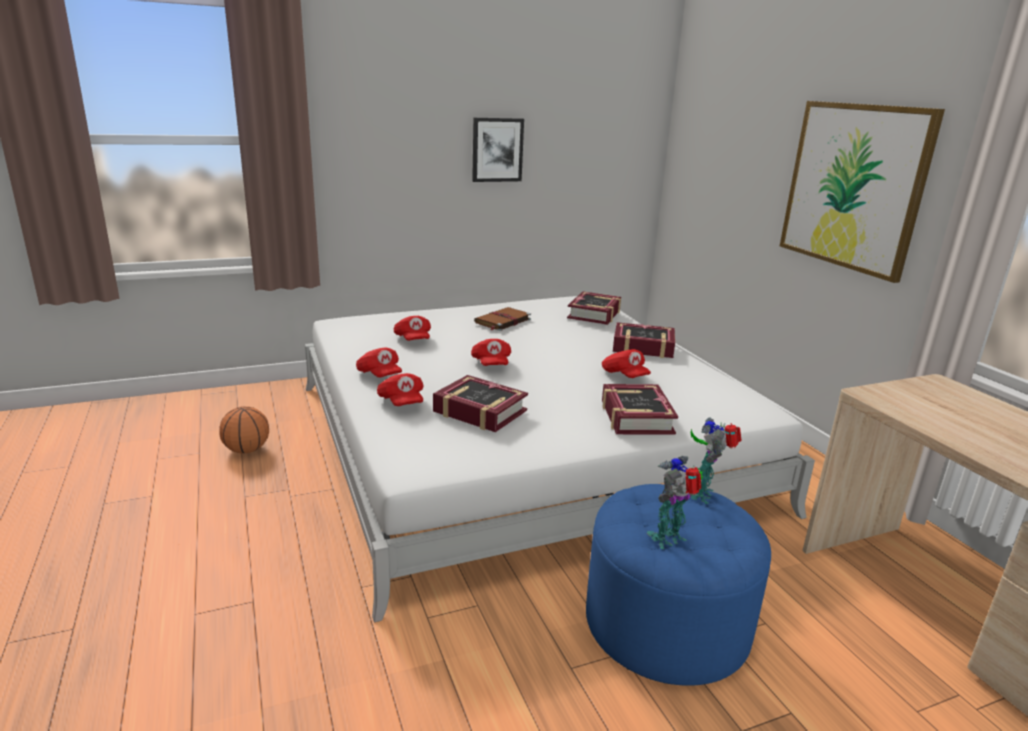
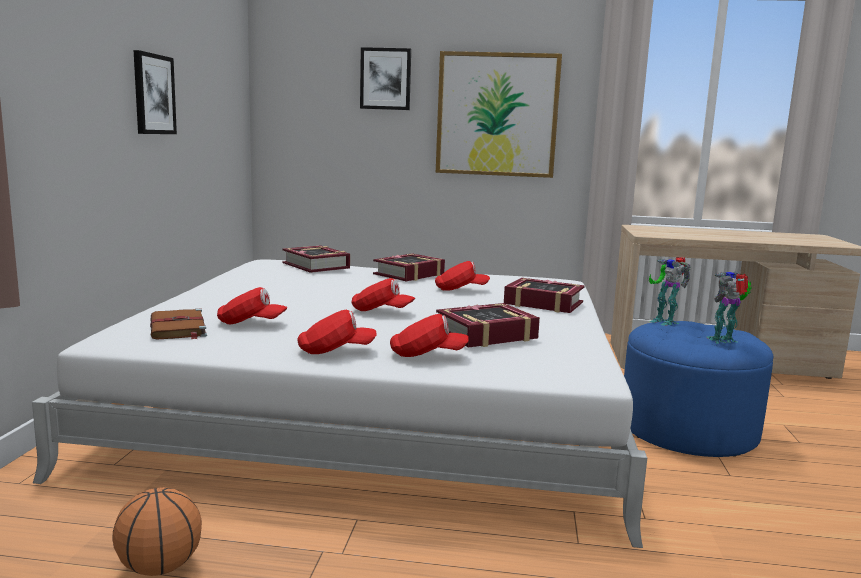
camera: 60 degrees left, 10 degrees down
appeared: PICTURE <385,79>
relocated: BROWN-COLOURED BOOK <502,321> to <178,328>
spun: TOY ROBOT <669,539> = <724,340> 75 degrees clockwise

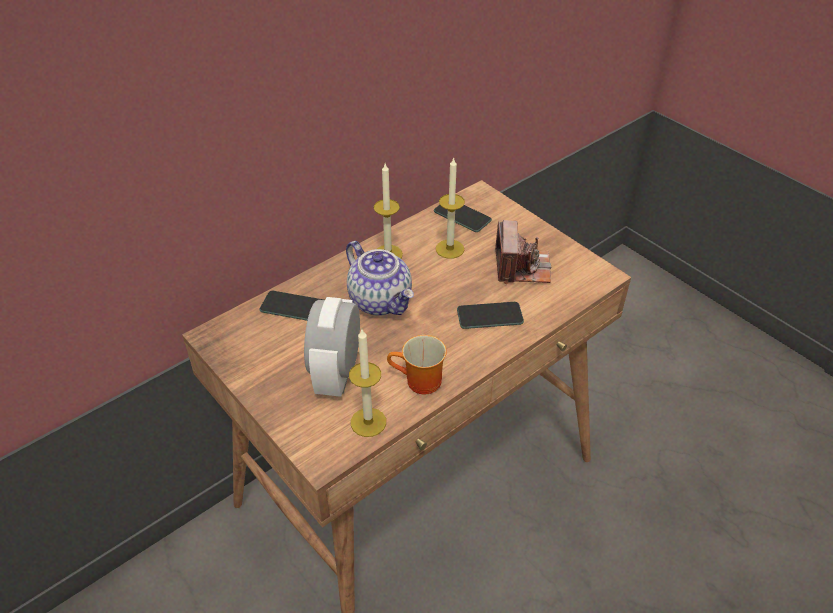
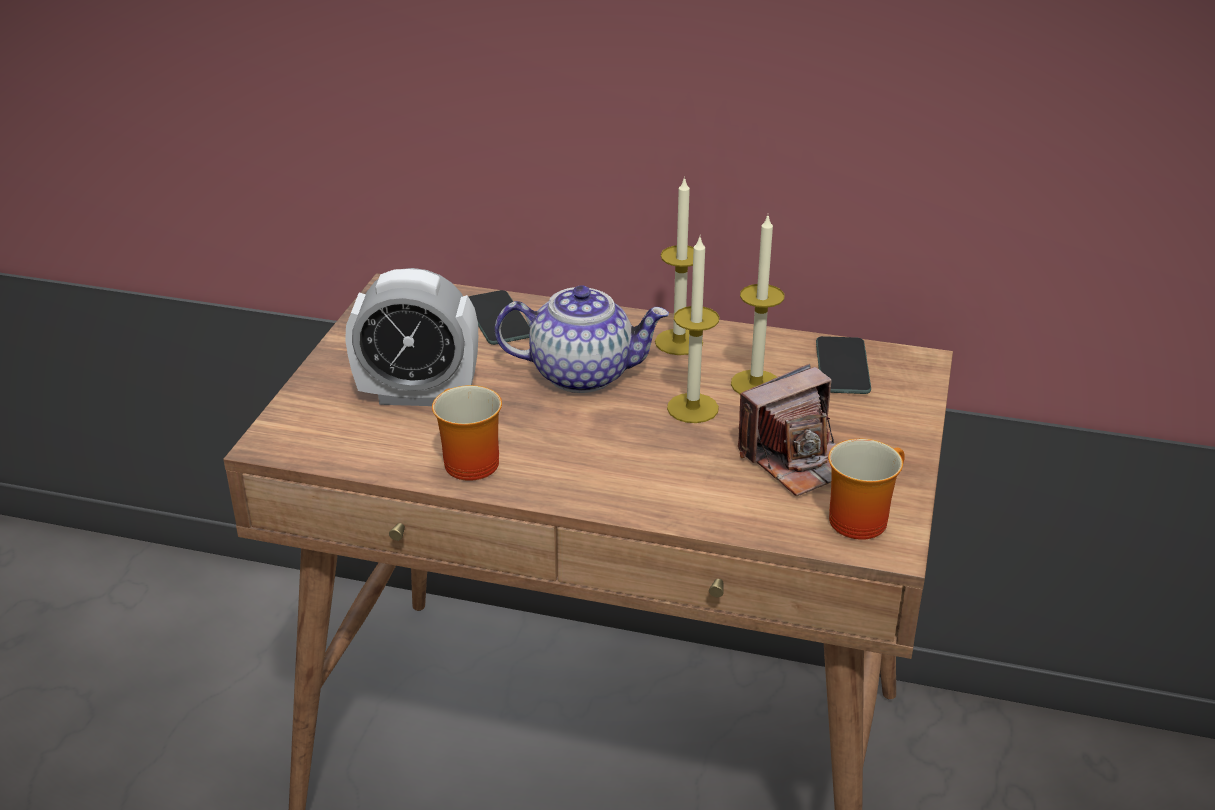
camera: 55 degrees right, 10 degrees down
missing: HANDSET <489,316>
appeared: MUG <859,516>
relocated: WAX CANDLE <368,422> to <692,408>
spun: ALARM CLOCK <337,373> = <418,395> 150 degrees counterclockwise; POT FOR TEA <381,301> = <583,373> 105 degrees counterclockwise

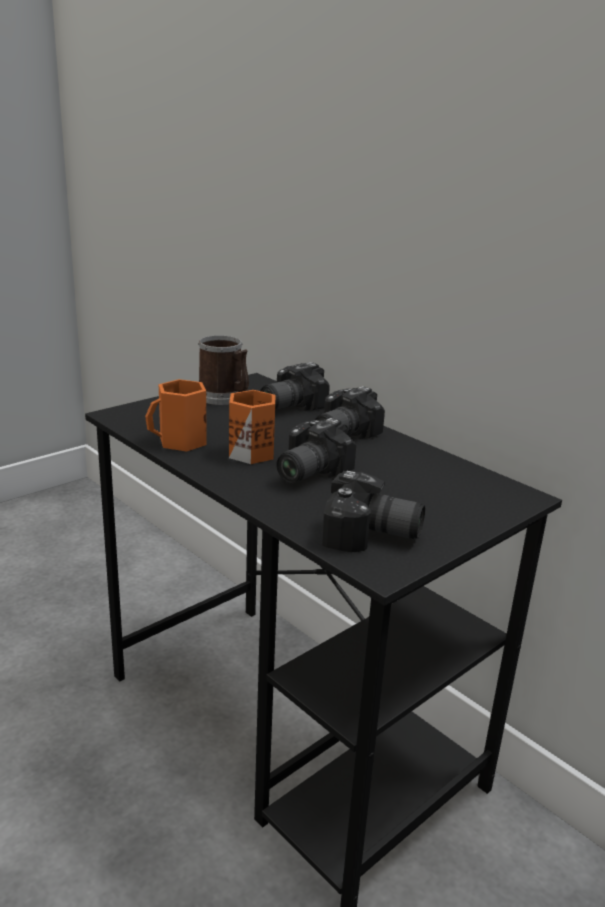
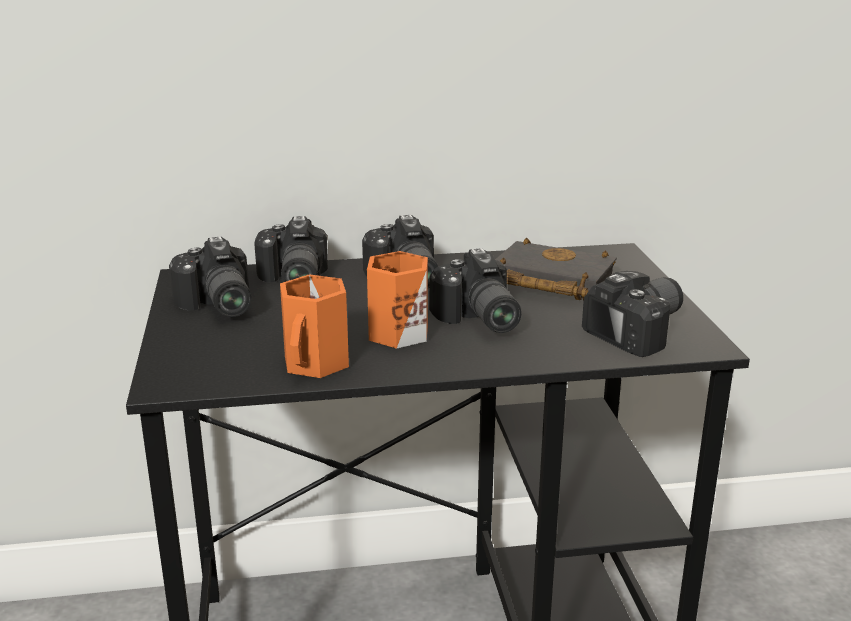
camera: 55 degrees left, 0 degrees up
appeared: BLACK BOOK <548,281>
exchanged: MUG <224,397> to PHOTO CAMERA <216,306>

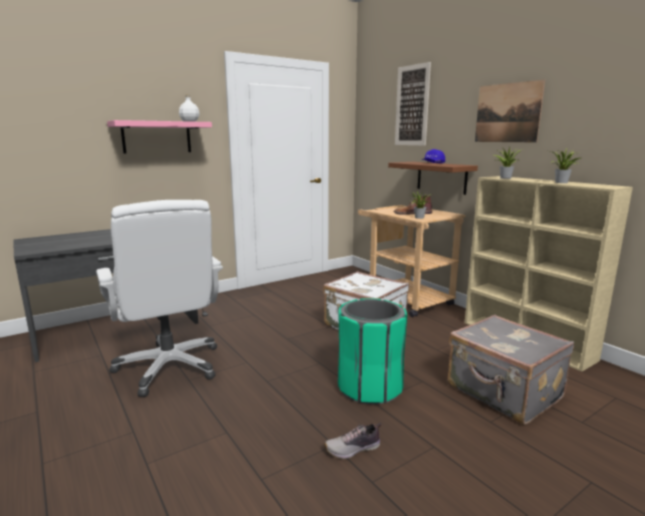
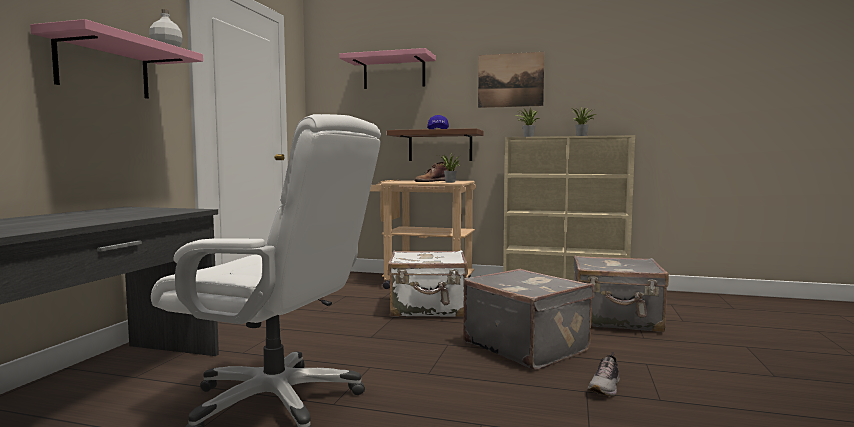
camera: 40 degrees left, 10 degrees down
exchanged: GREEN WASTE BIN <369,387> to GREY PIECE OF LUGGAGE <526,346>; PICTURE <412,105> to PINKISH WALL SHELF <394,73>

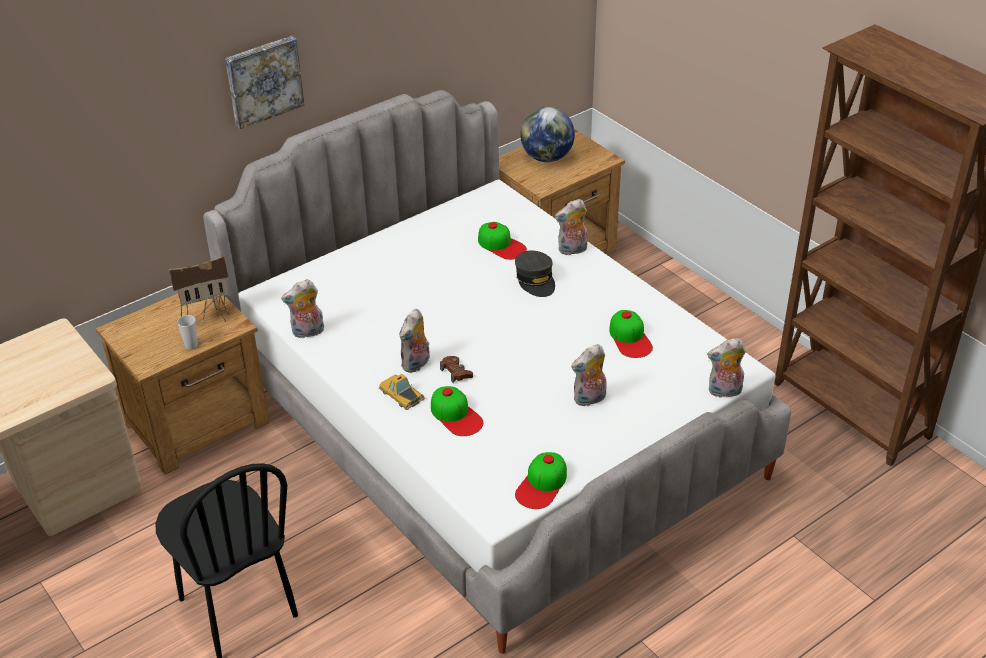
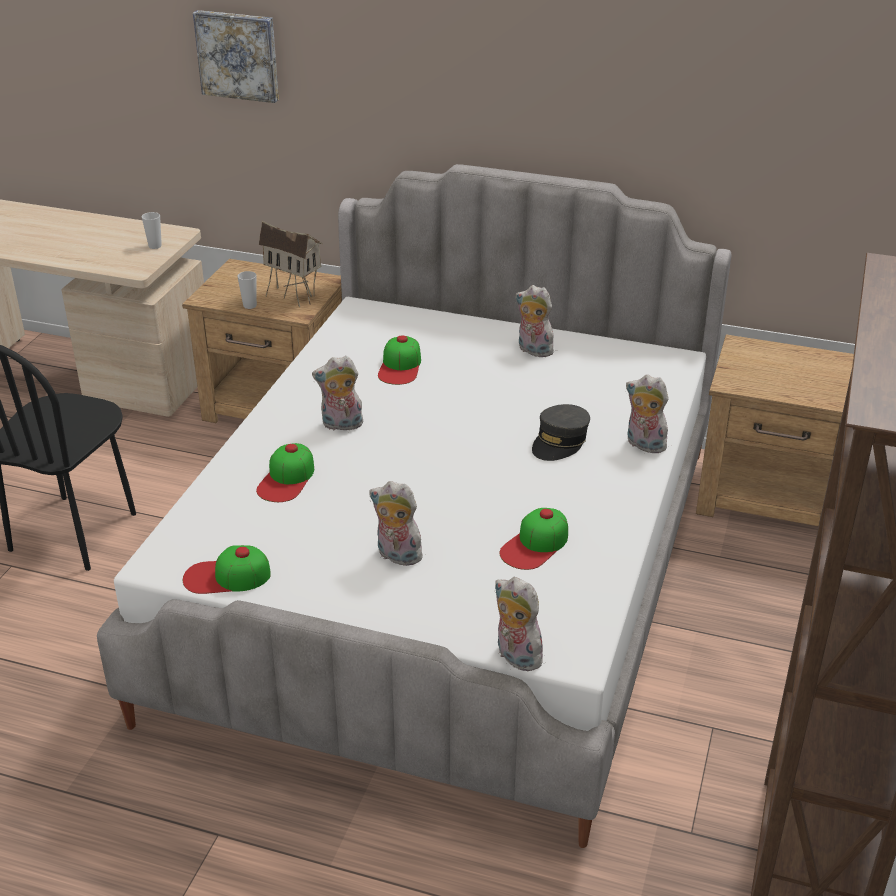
camera: 55 degrees right, 5 degrees down
missing: MINIATURE CAR <401,394>; BROWN-COLOURED JOYPAD <456,372>; WORLD GLOBE <547,158>
appeared: CUP <155,246>
relocated: PICTURE <263,80> to <238,55>; PLUSH TOY <307,332> to <533,350>; CAP <501,245> to <400,366>

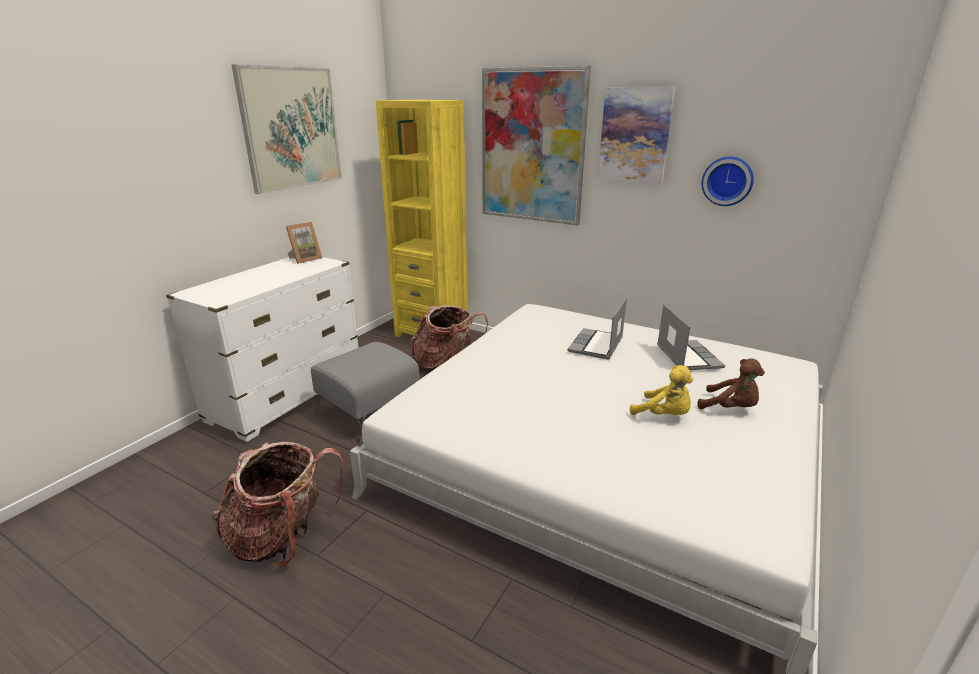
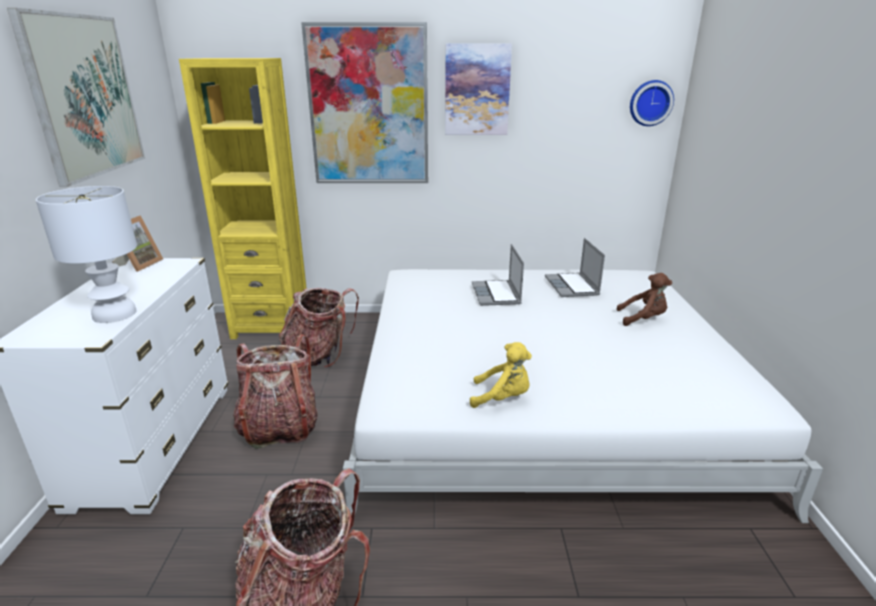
camera: 30 degrees left, 0 degrees up
appeared: WHITISH LAMP FOR A TABLE <114,314>
relocated: YELLOW-COLOURED PLUSH TOY <664,415> to <502,398>; WALL CLOCK <727,181> to <650,103>
exchanged: GREY OTTOMAN <370,412> to RUCKSACK <279,427>
spun: PORTABLE COMPUTER <687,356> = <572,286> 150 degrees counterclockwise

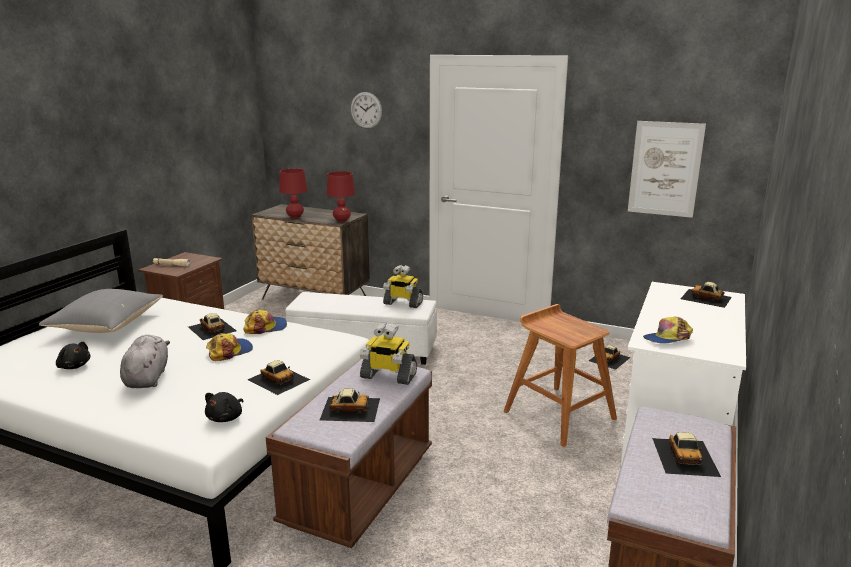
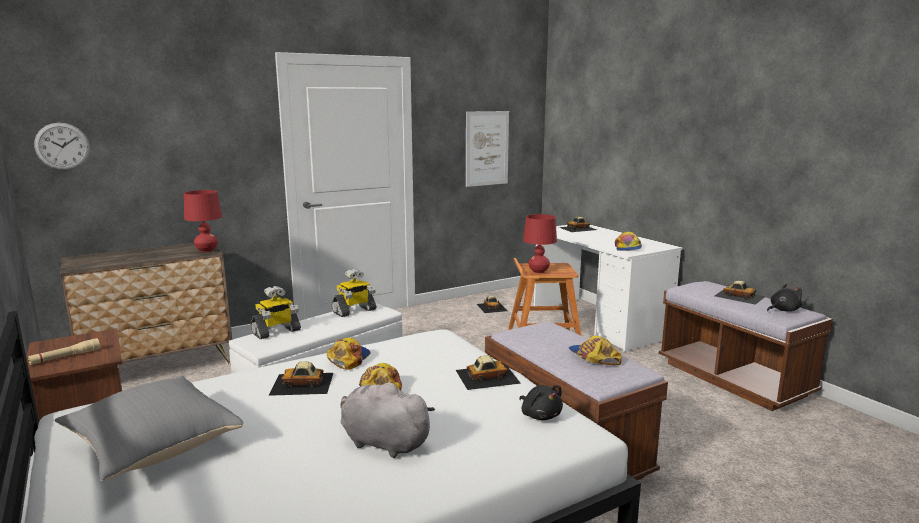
camera: 55 degrees left, 5 degrees down
relocated: BLACK PLUSH TOY <74,366> to <783,310>; RED-COLOURED LAMP FOR A TABLE <295,216> to <538,271>; WALL CLOCK <366,110> to <62,146>; TOY ROBOT <388,376> to <276,332>
exchanged: MINIATURE CAR <350,408> to CAP <593,357>

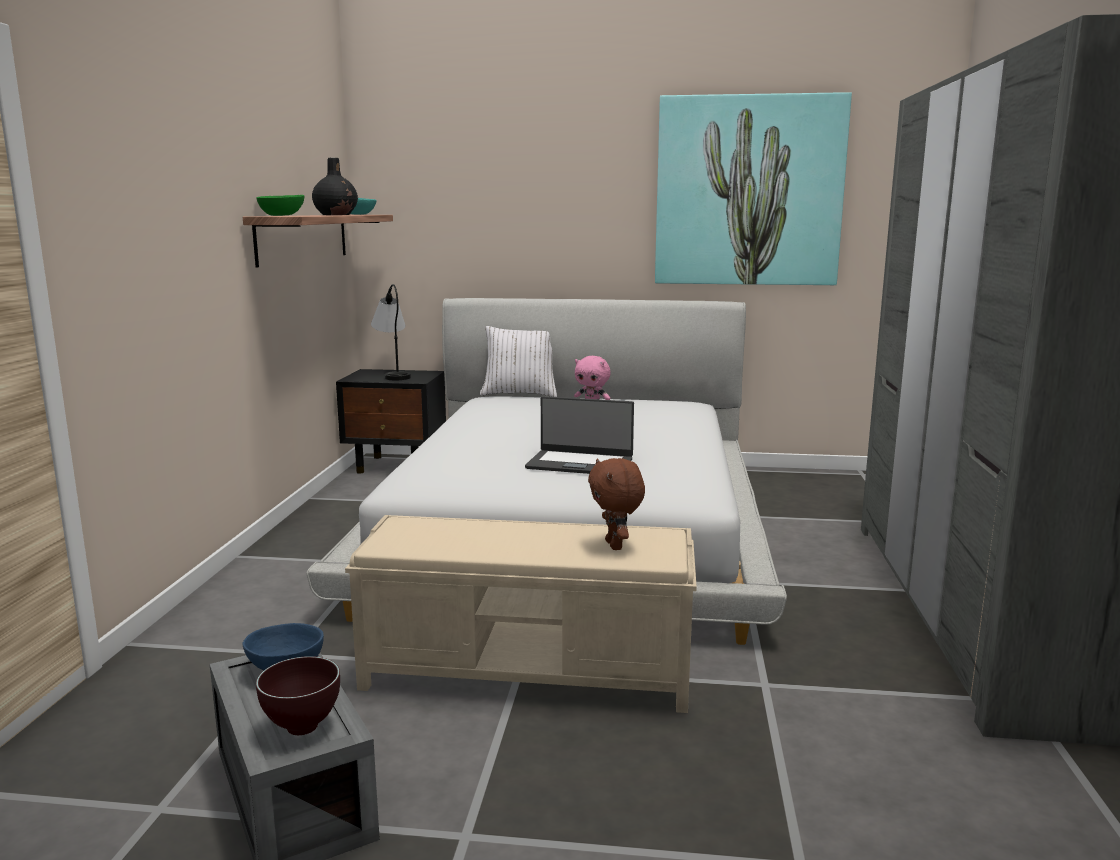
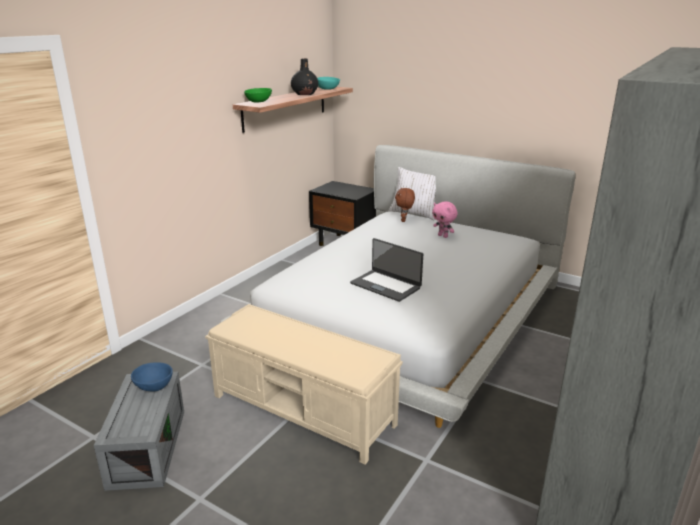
camera: 25 degrees right, 10 degrees up
missing: BROWN-COLOURED BOWL <303,729>; LAMP FOR A TABLE <393,374>; PICTURE <748,191>
relocated: BROWN-COLOURED PLUSH TOY <616,545> to <404,220>

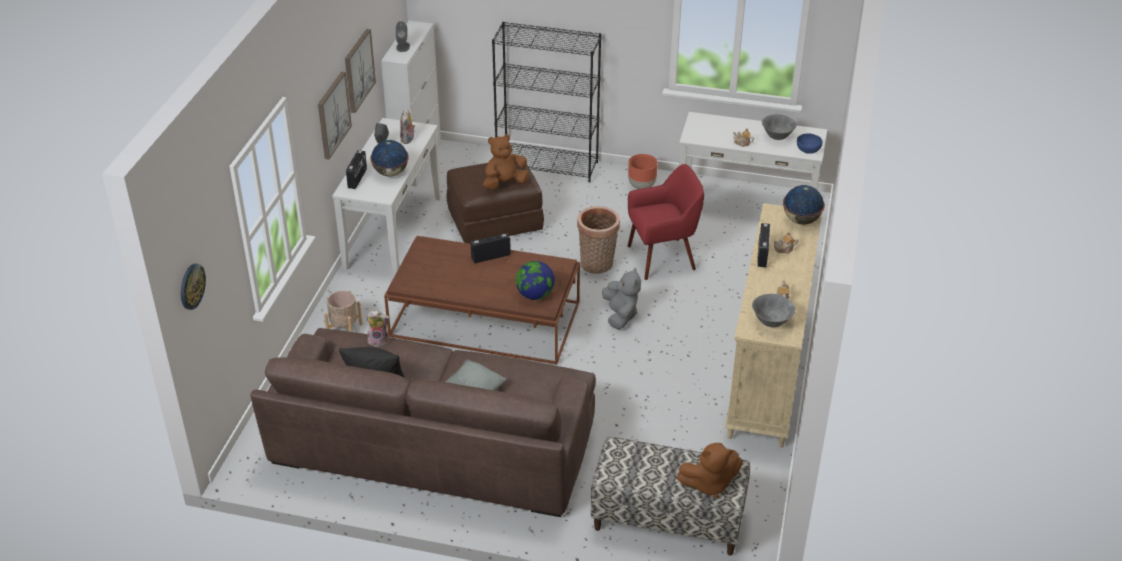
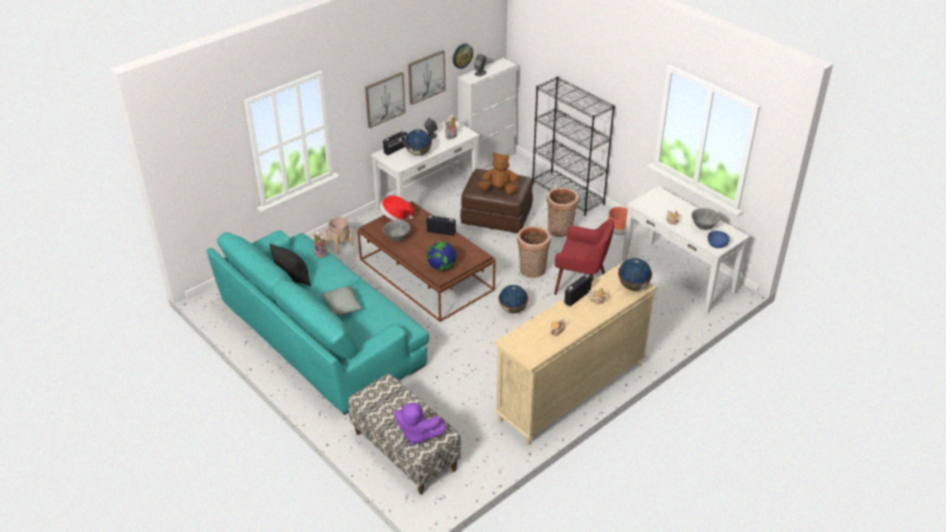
camera: 35 degrees right, 0 degrees up
appeared: CLOTHING HAT <396,216>; BASKET <560,231>
relocated: WALL CLOCK <191,286> to <462,55>; GREY BOWL <771,323> to <397,238>
exchanged: GREY PLUSH TOY <620,315> to WORLD GLOBE <513,310>
colour: BROWN-COLOURED SETTEE <433,443> to TURQUOISE SETTEE <320,334>; BROWN-COLOURED PLUSH TOY <709,484> to PURPLE-COLOURED PLUSH TOY <417,434>

